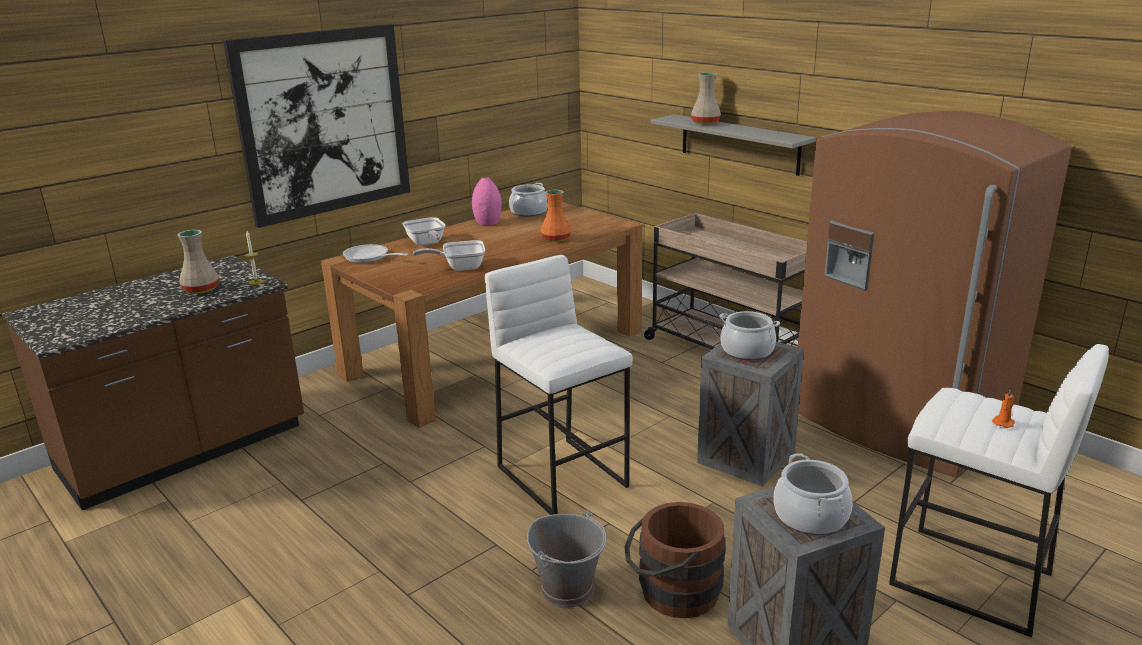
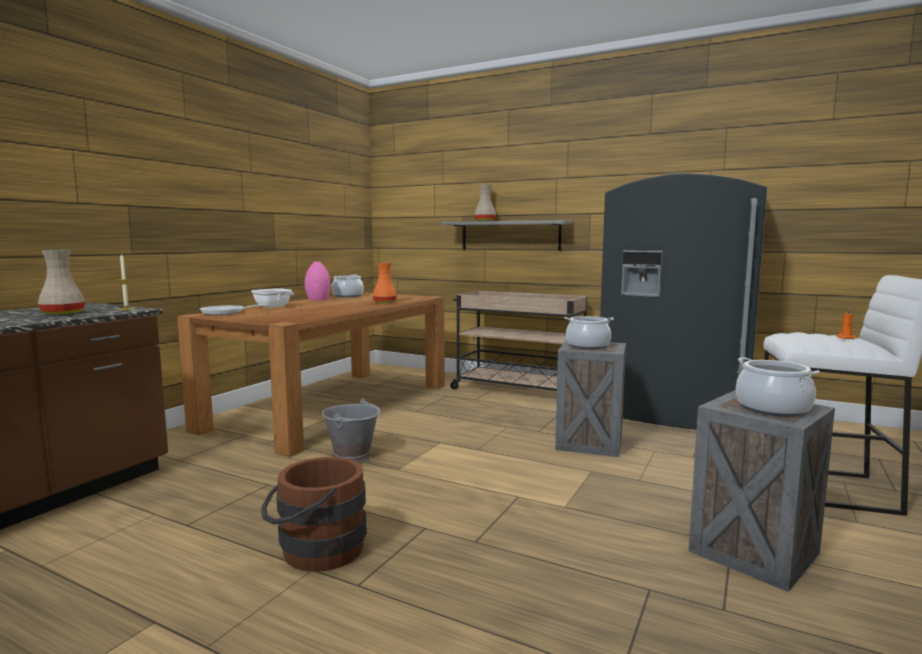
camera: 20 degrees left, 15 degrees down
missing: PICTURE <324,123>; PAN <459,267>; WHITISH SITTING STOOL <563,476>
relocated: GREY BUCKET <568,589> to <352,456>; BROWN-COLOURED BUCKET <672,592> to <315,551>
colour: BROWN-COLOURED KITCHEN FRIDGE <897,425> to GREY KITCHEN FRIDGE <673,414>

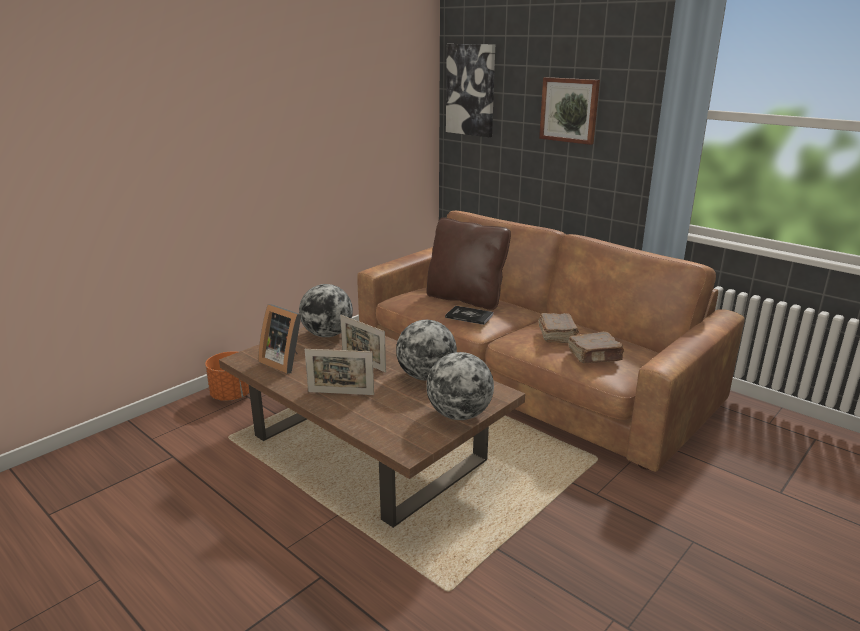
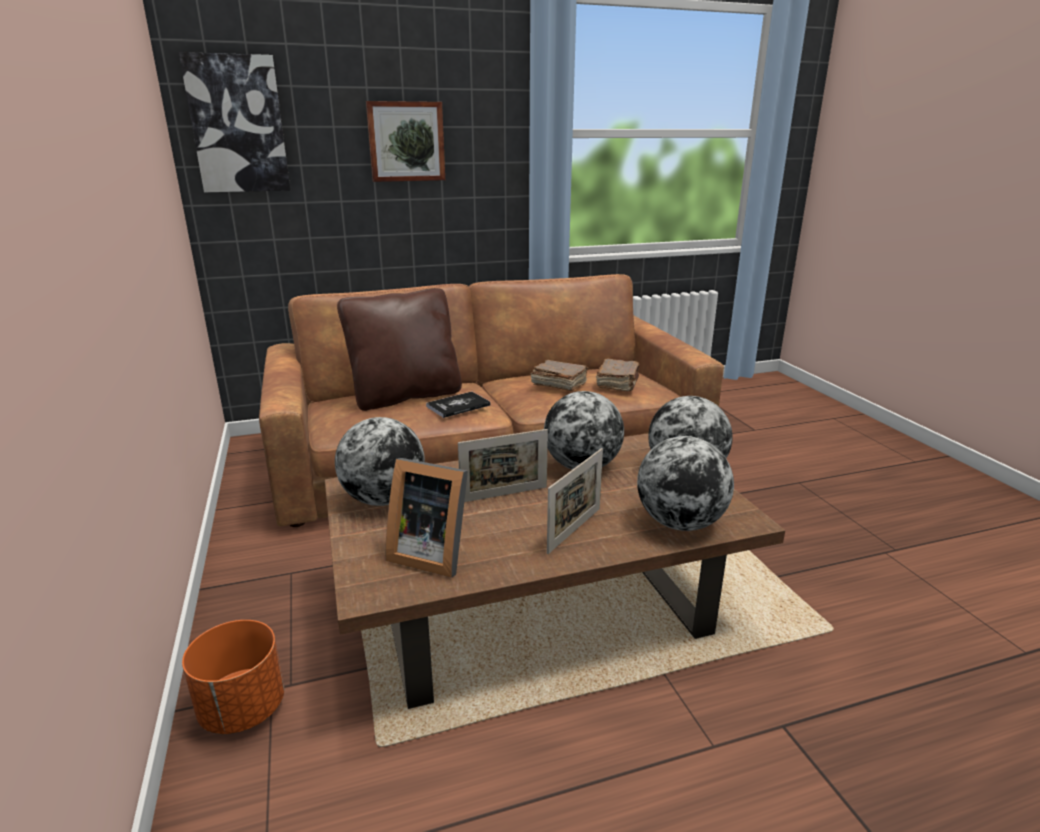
camera: 60 degrees left, 0 degrees up
appeared: WORLD GLOBE <679,523>
spun: PHOTO FRAME <285,362> = <430,553> 45 degrees clockwise

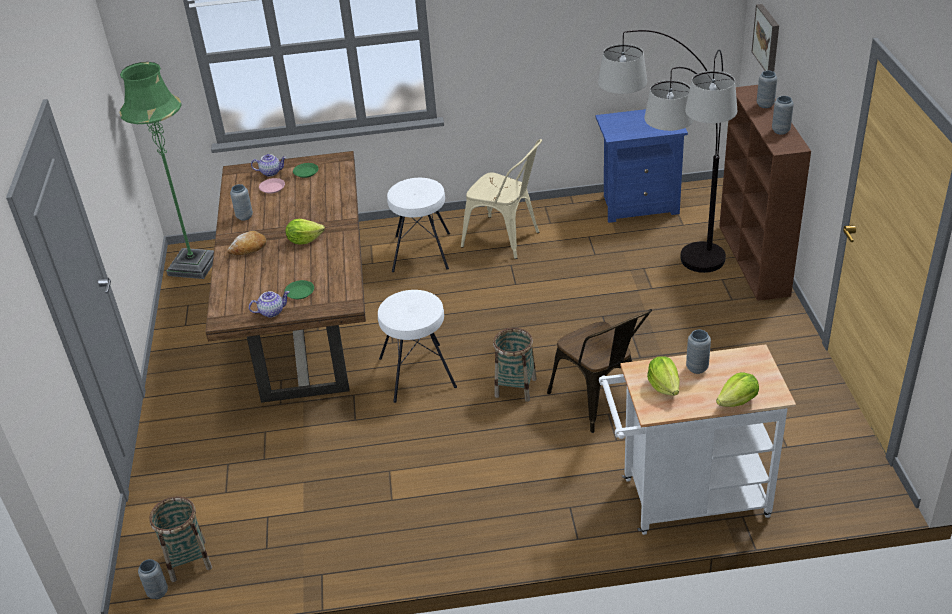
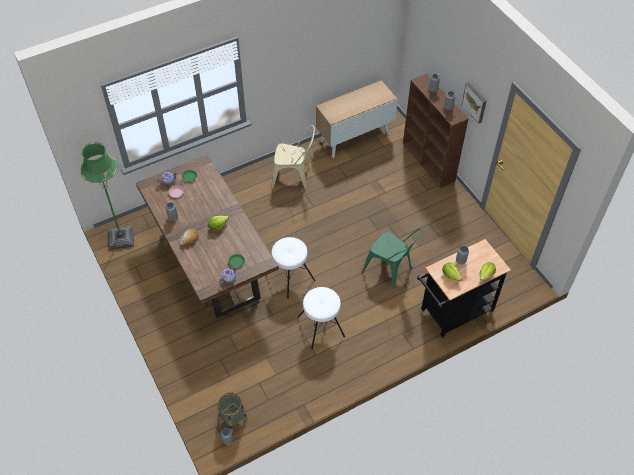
camera: 25 degrees left, 15 degrees up
missing: BASKET <515,387>; STANDARD LAMP <672,286>
relocated: WHITISH SITTING STOOL <422,252> to <321,326>; PICTURE <768,38> to <475,102>
exchanged: BLUISH BEDSIDE TABLE <638,204> to STORAGE CABINET <355,137>
colour: BROWN-COLOURED PLAIN CHAIR <600,404> to GREEN PLAIN CHAIR <391,271>; WHITISH CART <686,500> to BLACK CART <452,313>

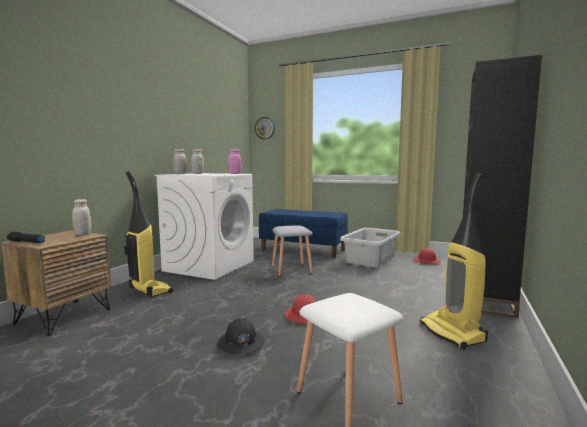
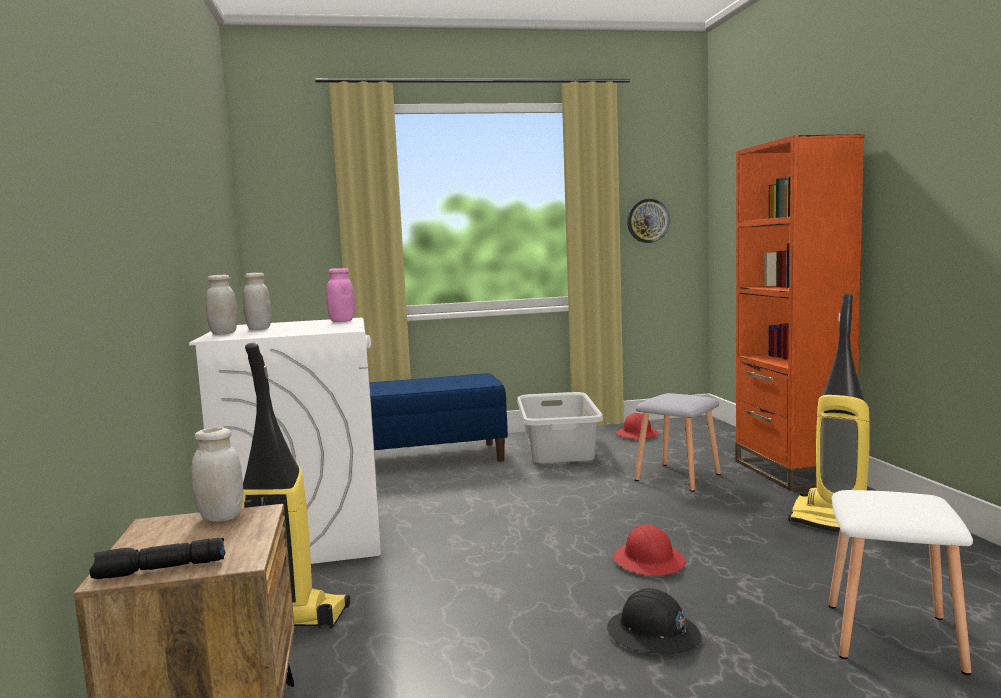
camera: 35 degrees left, 0 degrees up
relocated: WALL CLOCK <265,128> to <647,221>; GREY SITTING STOOL <292,269> to <677,476>
colour: BLACK SHELVING UNIT <484,300> to ORANGE-COLOURED SHELVING UNIT <791,471>

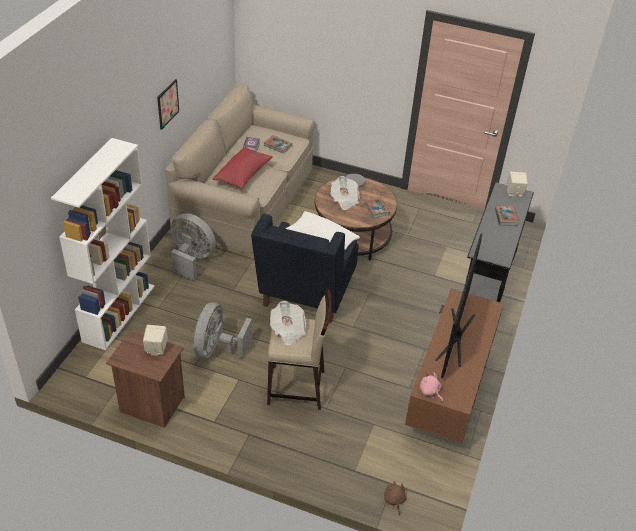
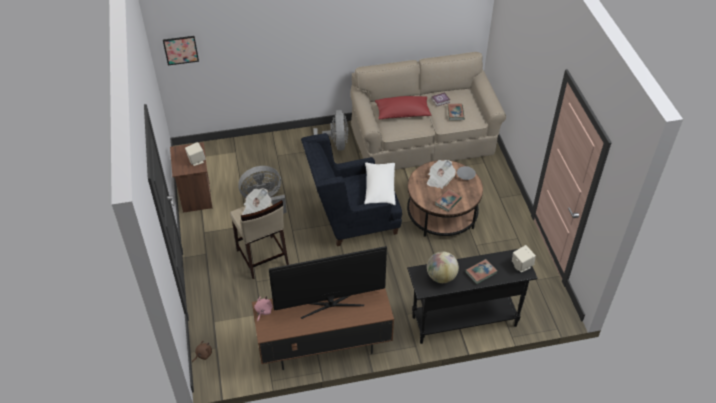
camera: 60 degrees right, 5 degrees up
missing: WHITISH SHELVING UNIT <119,312>
appeared: WORLD GLOBE <441,276>
relocated: PICTURE <167,104> to <181,50>

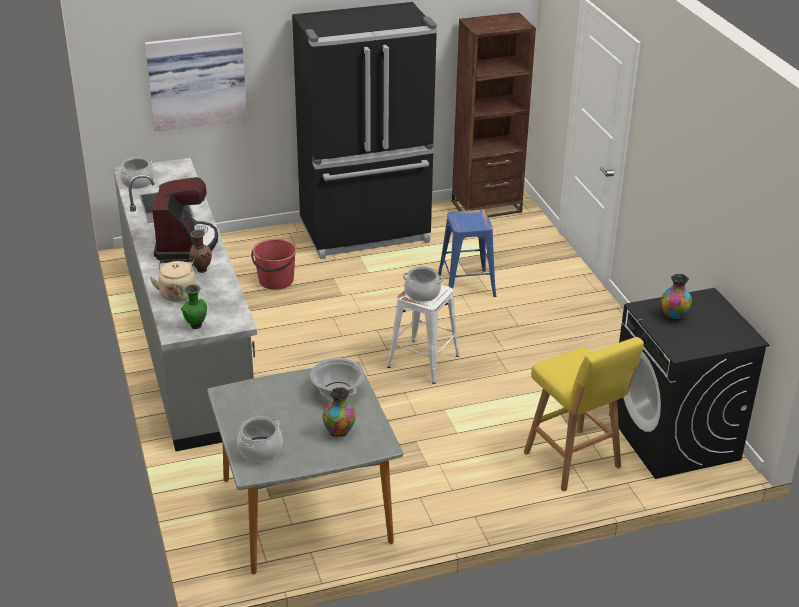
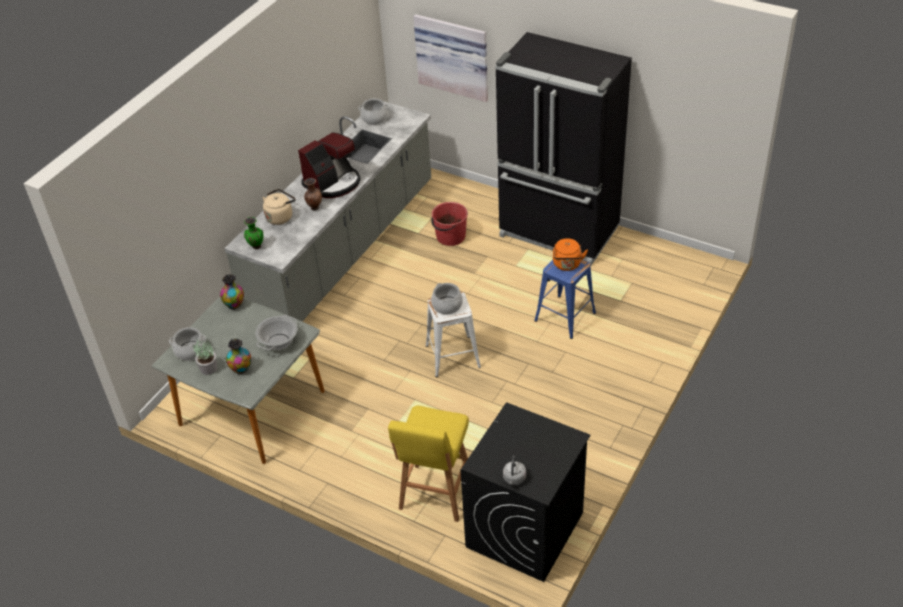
camera: 50 degrees right, 10 degrees up
missing: BROWN-COLOURED SHELVING UNIT <486,206>
appeared: POTTED PLANT <208,368>; GREY KETTLE <514,479>; ORANGE-COLOURED KETTLE <567,265>
relocated: VASE <674,316> to <234,304>

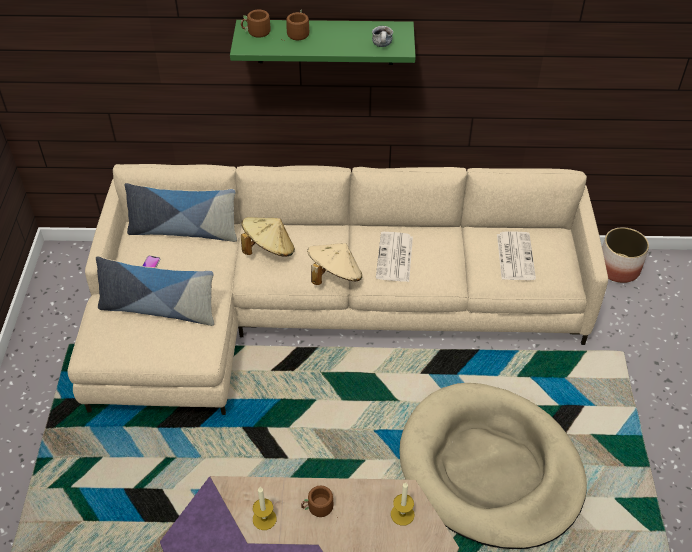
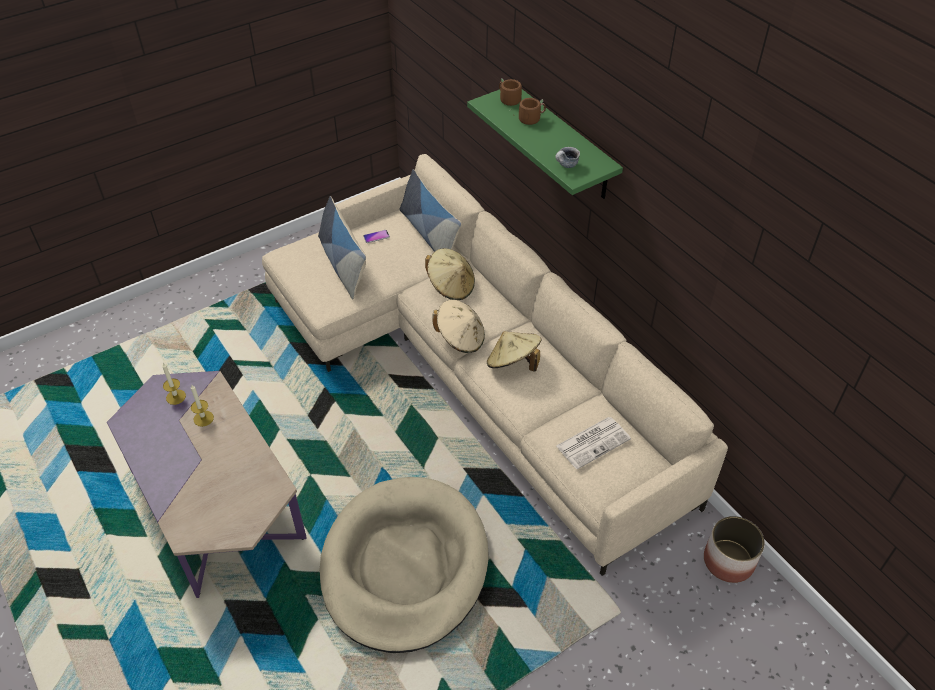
camera: 55 degrees right, 0 degrees up
missing: BROWN-COLOURED MUG <318,509>
relocated: WAX CANDLE <402,514> to <176,397>
exchanged: DAILY PAPER <395,258> to SAND-COLOURED CLOTHING HAT <513,364>

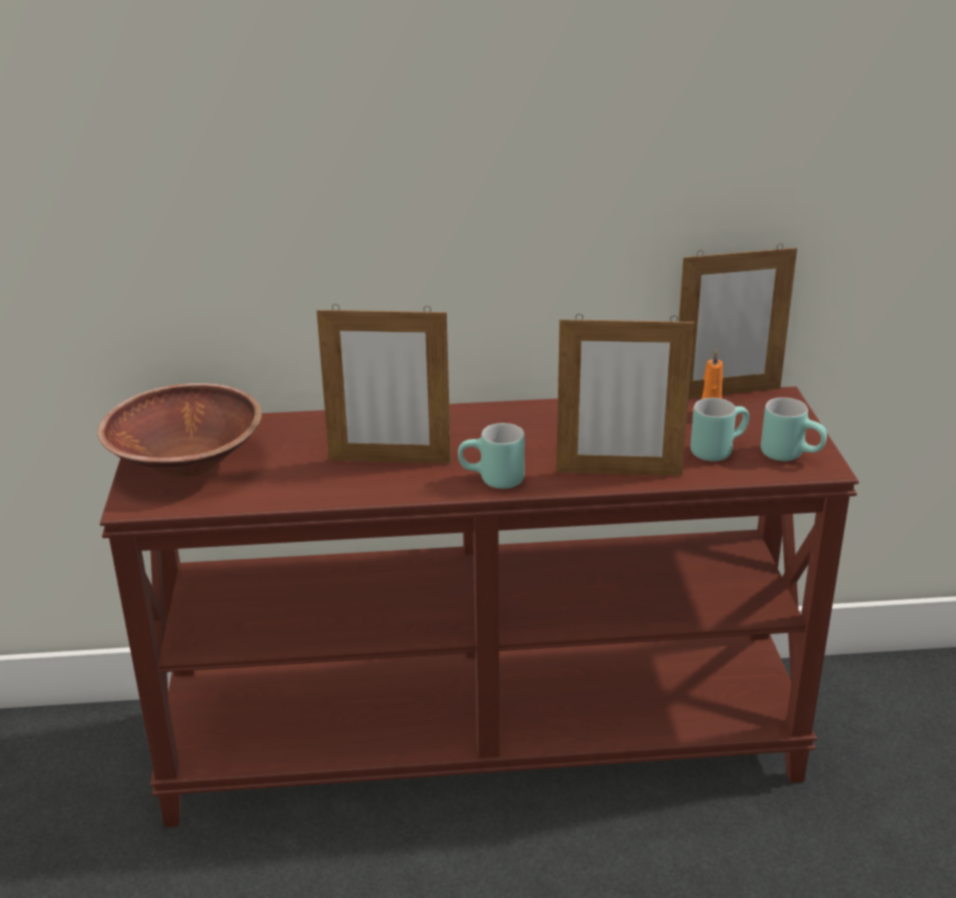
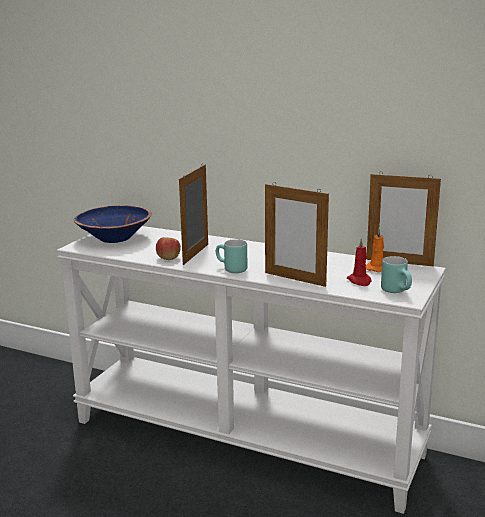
camera: 30 degrees right, 10 degrees down
appeared: APPLE <168,258>
exchanged: TURQUOISE MUG <716,449> to RED-COLOURED WAX CANDLE <359,281>
colour: BROWN-COLOURED BOWL <188,462> to BLUISH BOWL <115,238>; BROWN-COLOURED CONSOLE TABLE <483,741> to WHITISH CONSOLE TABLE <247,437>
spun: PHOTO FRAME <389,461> = <196,254> 75 degrees clockwise

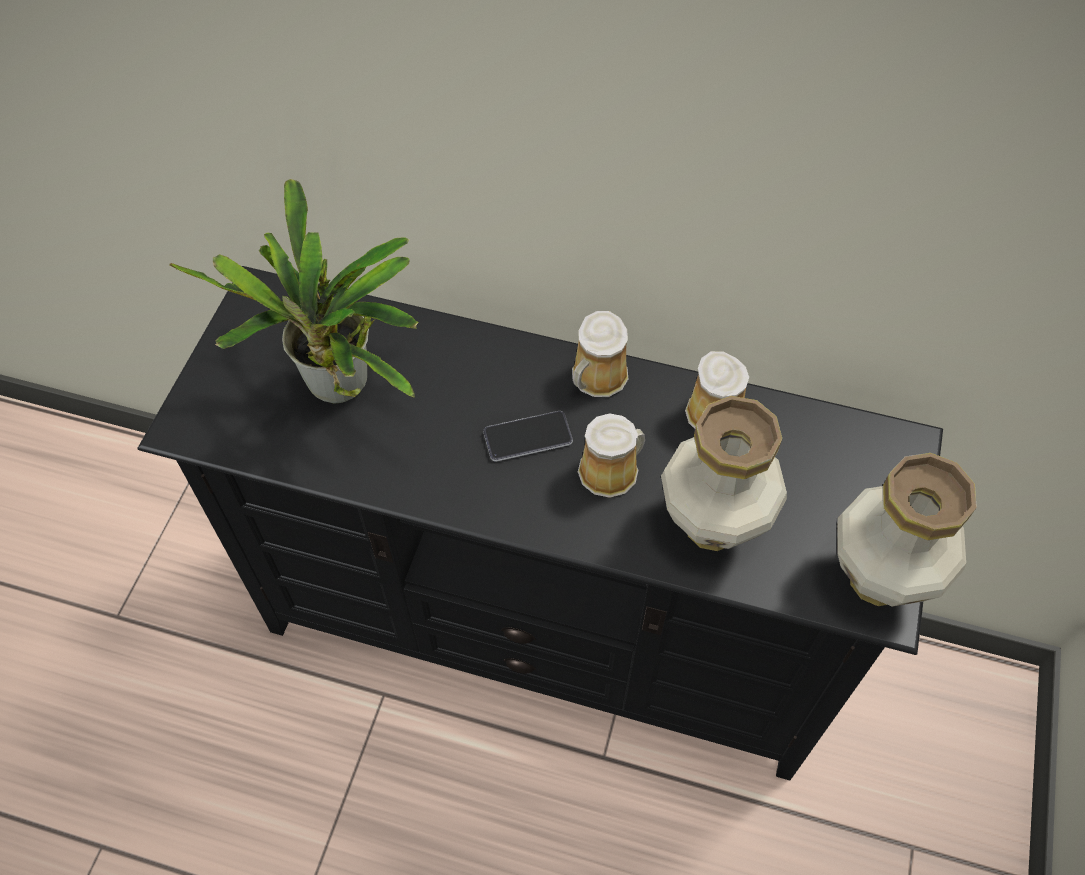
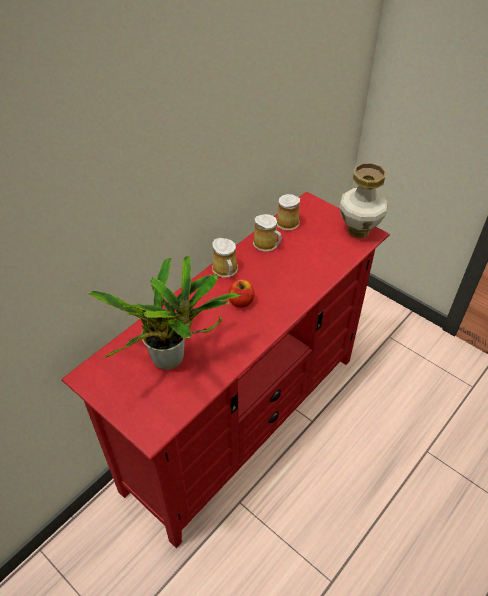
camera: 65 degrees left, 10 degrees down
missing: VASE <710,526>
relocated: MUG <611,470> to <287,221>
exchanged: HANDSET <528,437> to APPLE <241,302>
colour: BLACK TV UNIT <544,630> to RED-COLOURED TV UNIT <243,419>

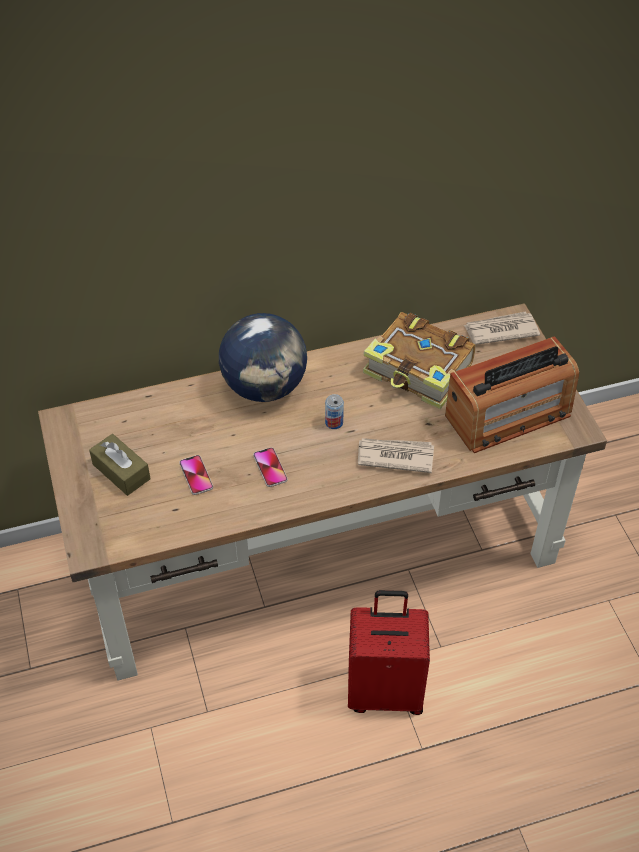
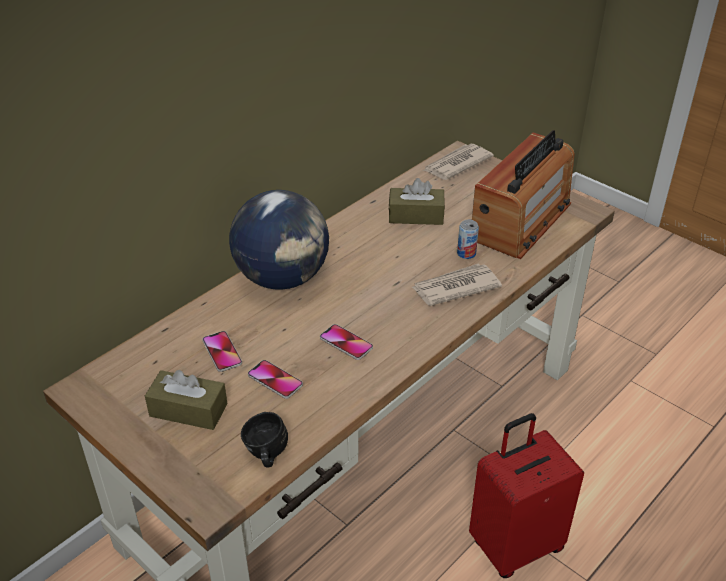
camera: 30 degrees left, 10 degrees down
appeared: HANDSET <222,352>; BLACK MUG <265,455>
relocated: SEALED CAN <334,422> to <466,253>
exchanged: BOOK <419,371> to BROWN-COLOURED TISSUE HOLDER <416,216>

